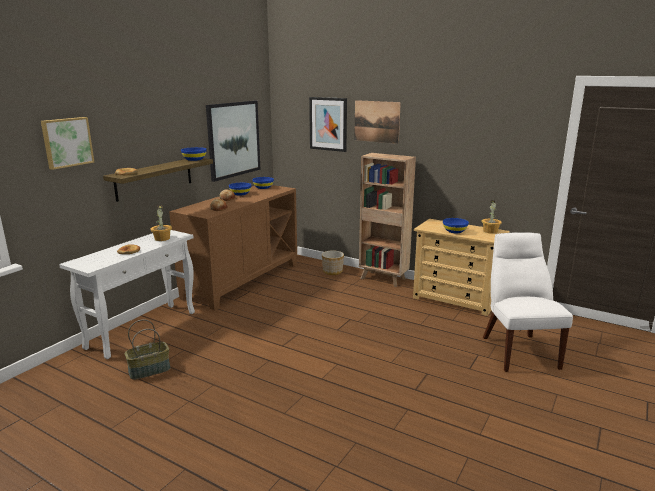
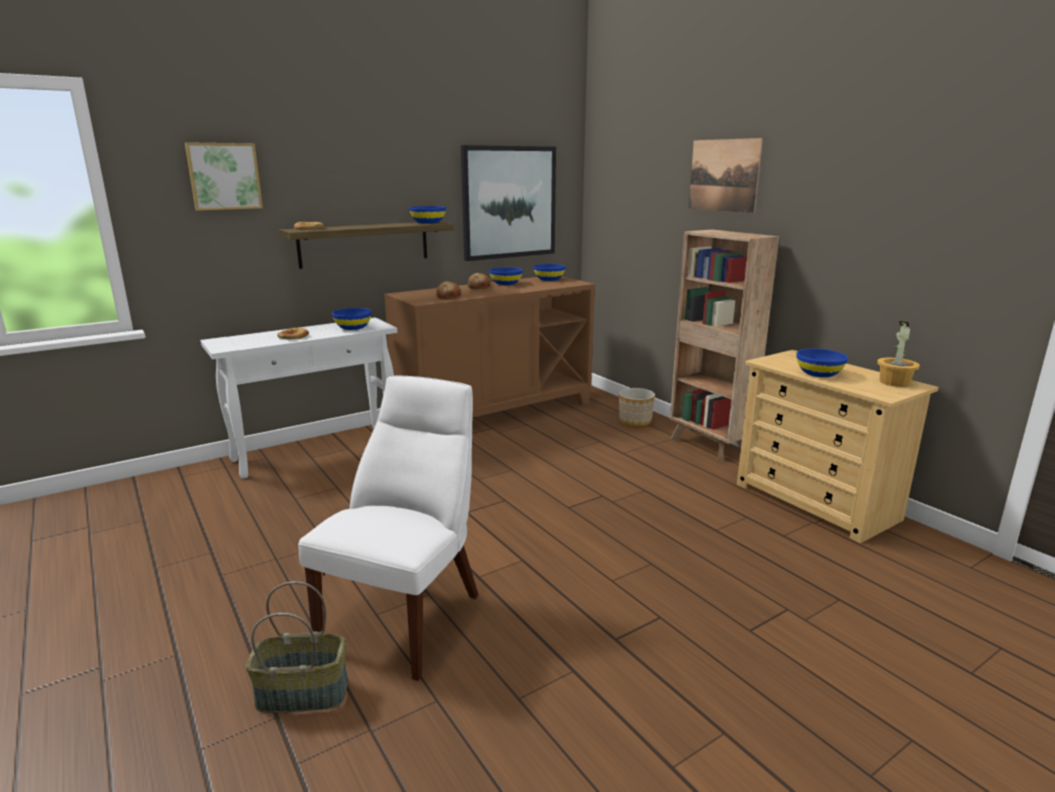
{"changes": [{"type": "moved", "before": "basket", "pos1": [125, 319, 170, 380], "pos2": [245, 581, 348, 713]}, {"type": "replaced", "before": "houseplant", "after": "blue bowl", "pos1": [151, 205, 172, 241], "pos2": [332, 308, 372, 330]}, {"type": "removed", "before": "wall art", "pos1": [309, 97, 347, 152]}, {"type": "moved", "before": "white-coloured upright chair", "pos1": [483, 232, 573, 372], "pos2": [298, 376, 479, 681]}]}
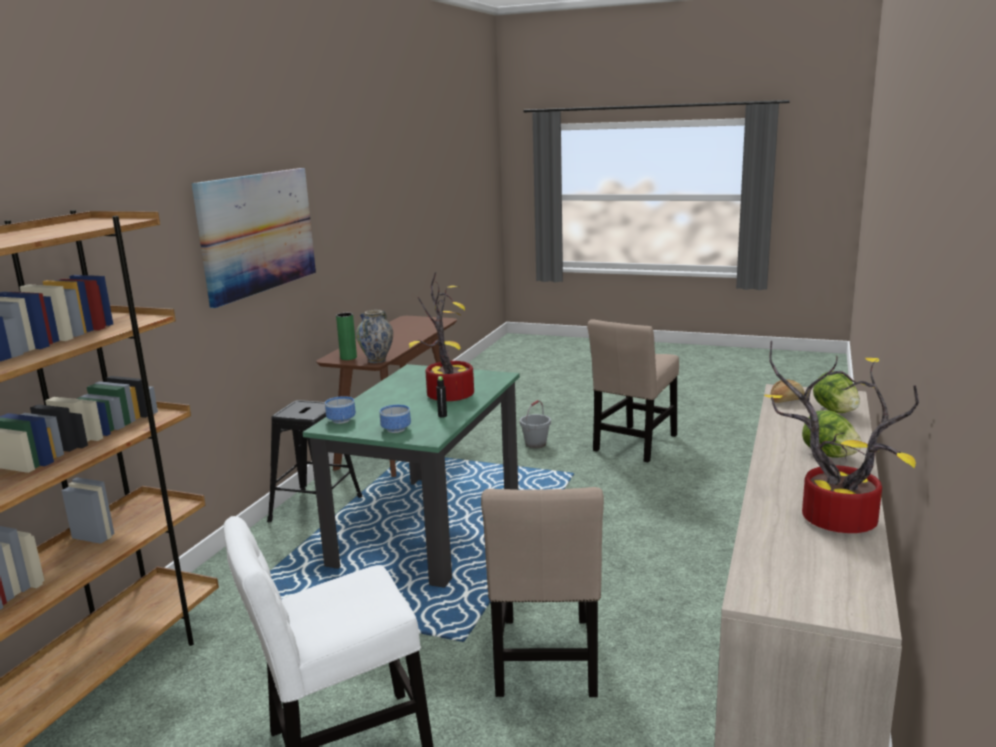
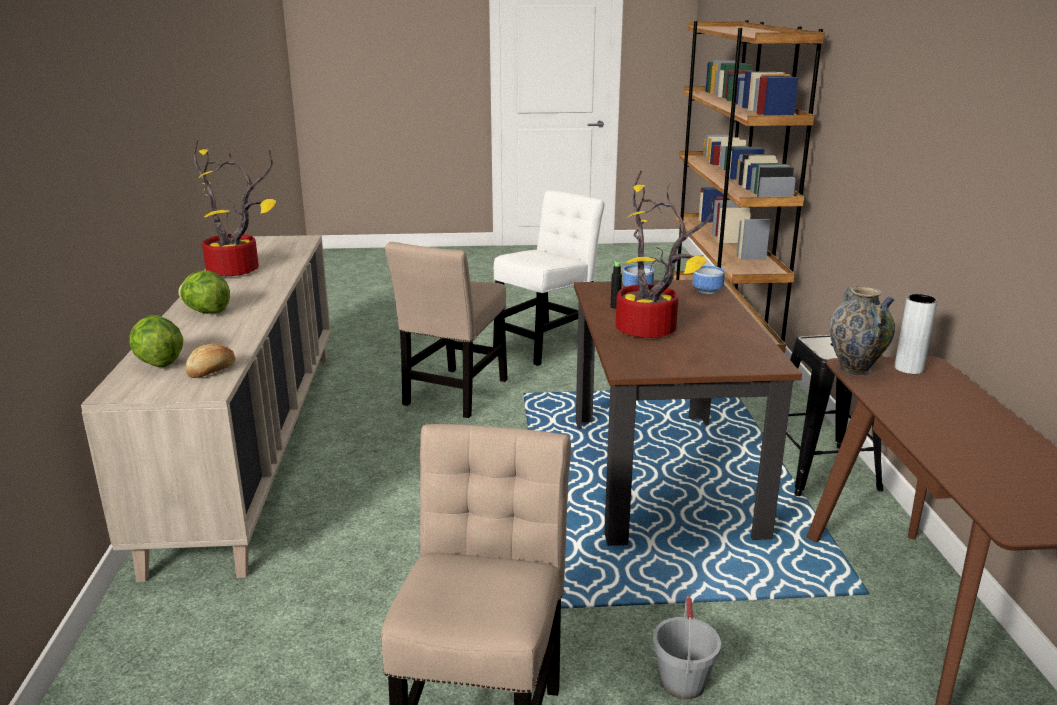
{"changes": [{"type": "removed", "before": "wall art", "pos1": [192, 168, 316, 308]}, {"type": "recoloured", "before": "green dinner table", "after": "brown-coloured dinner table", "pos1": [303, 364, 520, 588], "pos2": [574, 280, 802, 546]}, {"type": "recoloured", "before": "green vase", "after": "greyish vase", "pos1": [336, 313, 357, 360], "pos2": [894, 294, 937, 374]}, {"type": "turned", "before": "beige-coloured upright chair", "pos1": [481, 487, 604, 697], "pos2": [385, 242, 507, 418], "turn": -135}]}
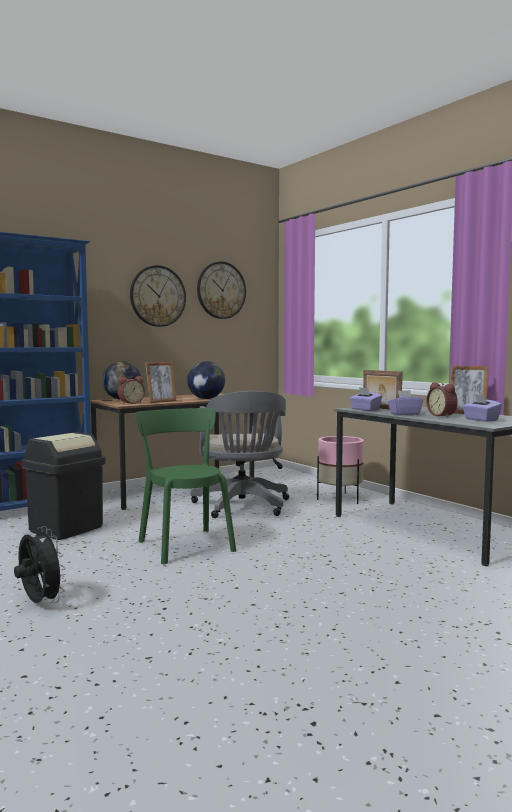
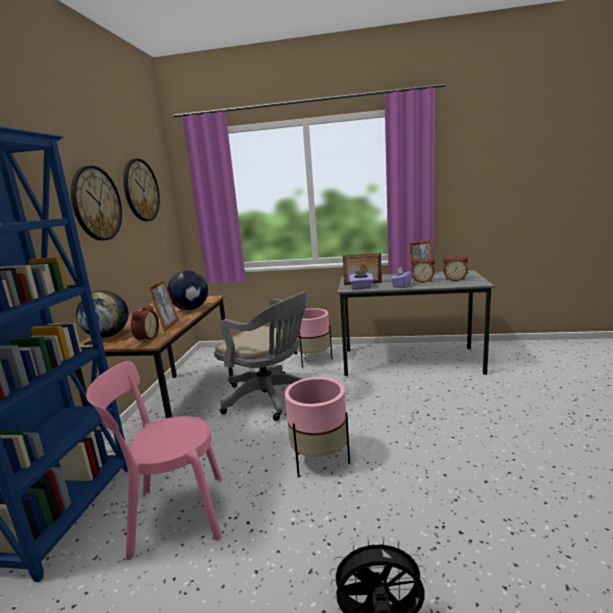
{"changes": [{"type": "replaced", "before": "blackish rubbish bin", "after": "pink upright chair", "pos1": [21, 432, 105, 540], "pos2": [86, 361, 222, 561]}, {"type": "replaced", "before": "green upright chair", "after": "pink planter", "pos1": [135, 408, 236, 564], "pos2": [285, 377, 350, 476]}, {"type": "replaced", "before": "purplish box of tissues", "after": "bedside clock", "pos1": [462, 394, 502, 422], "pos2": [443, 256, 468, 281]}]}
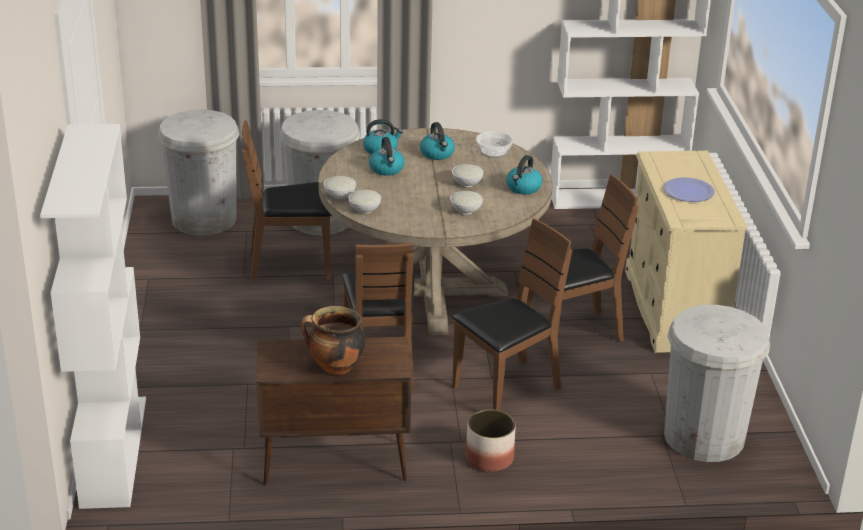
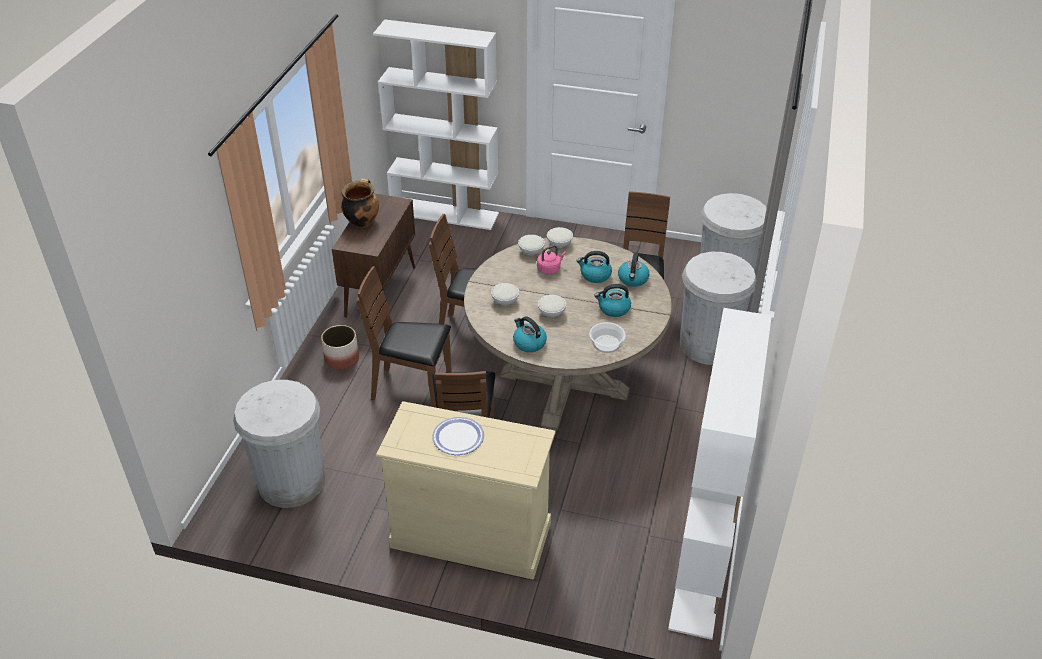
{"changes": [{"type": "turned", "before": "brown-coloured upright chair", "pos1": [452, 219, 572, 411], "pos2": [356, 266, 452, 408], "turn": 120}, {"type": "added", "after": "pink tea kettle", "pos2": [537, 245, 566, 274]}]}
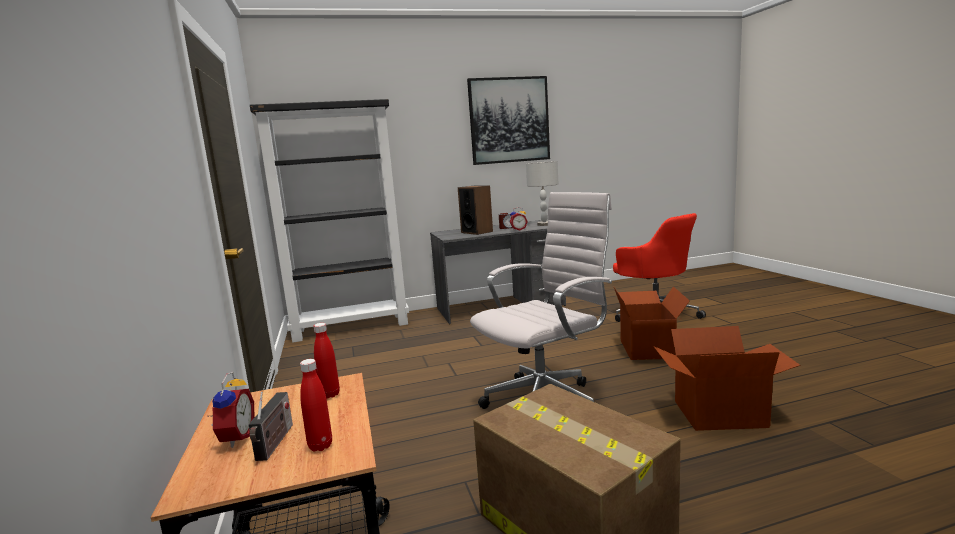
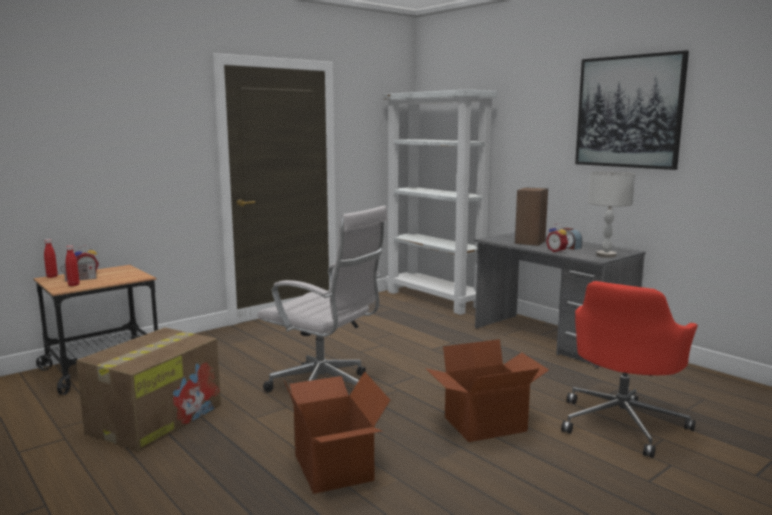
{"changes": [{"type": "recoloured", "before": "blackish bookcase", "after": "white-coloured bookcase", "pos1": [250, 99, 409, 343], "pos2": [384, 89, 497, 315]}, {"type": "moved", "before": "reddish bottle", "pos1": [314, 323, 340, 399], "pos2": [44, 239, 58, 278]}]}
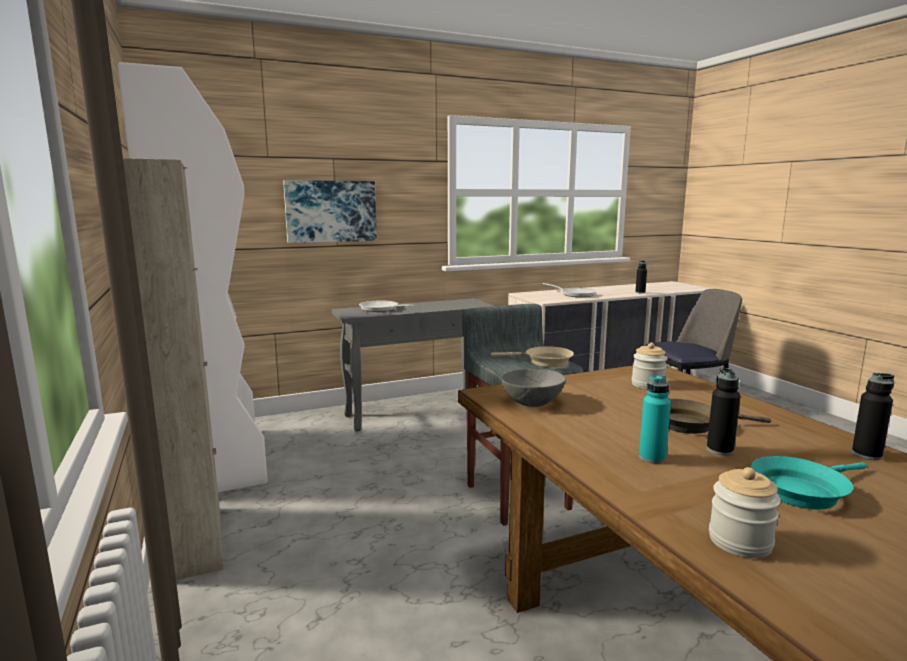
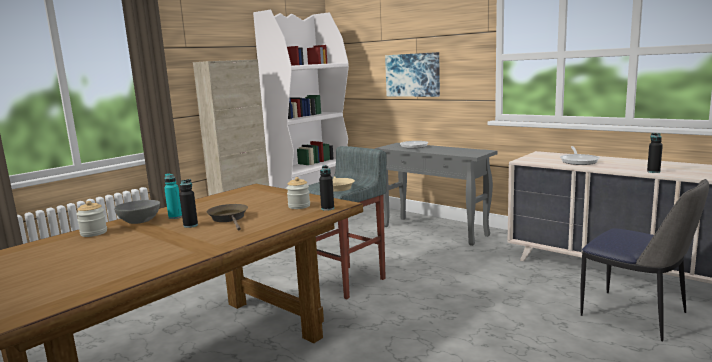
{"changes": [{"type": "moved", "before": "greyish bowl", "pos1": [501, 369, 566, 407], "pos2": [114, 200, 160, 224]}, {"type": "removed", "before": "blue-green frying pan", "pos1": [751, 456, 867, 509]}, {"type": "moved", "before": "blackish bottle", "pos1": [852, 373, 894, 460], "pos2": [319, 165, 334, 211]}]}
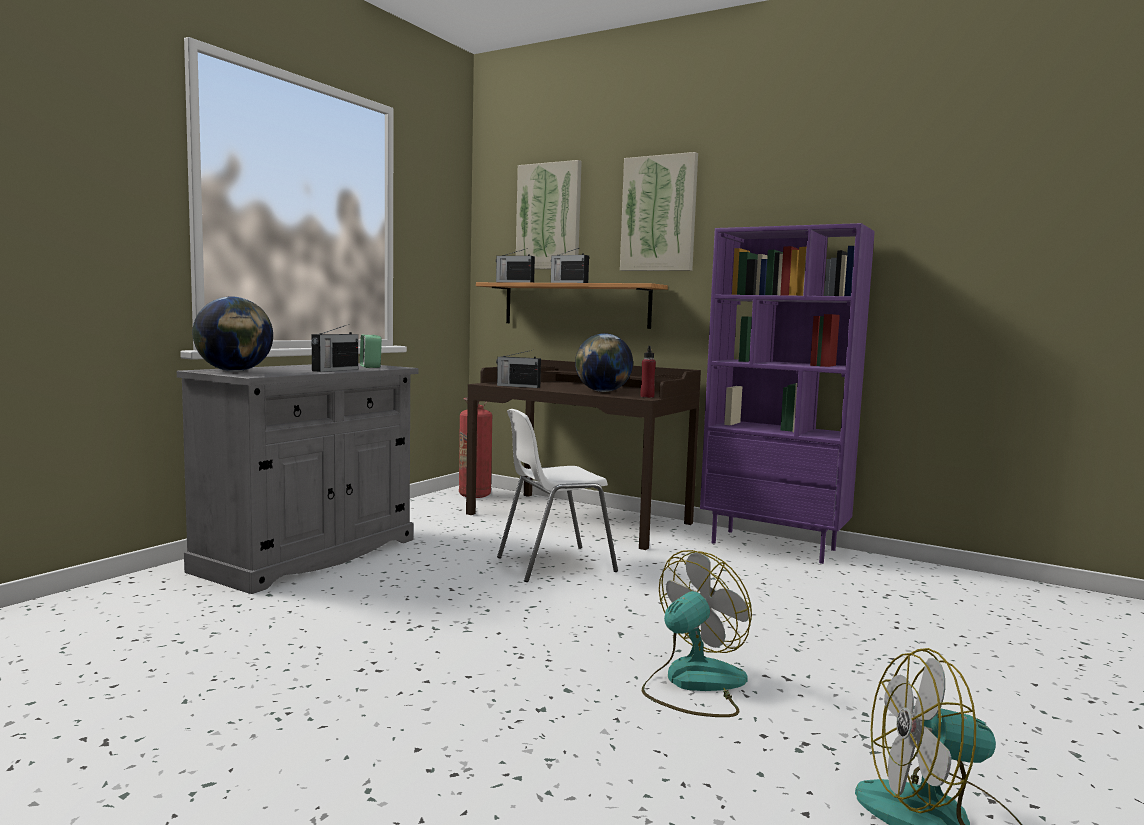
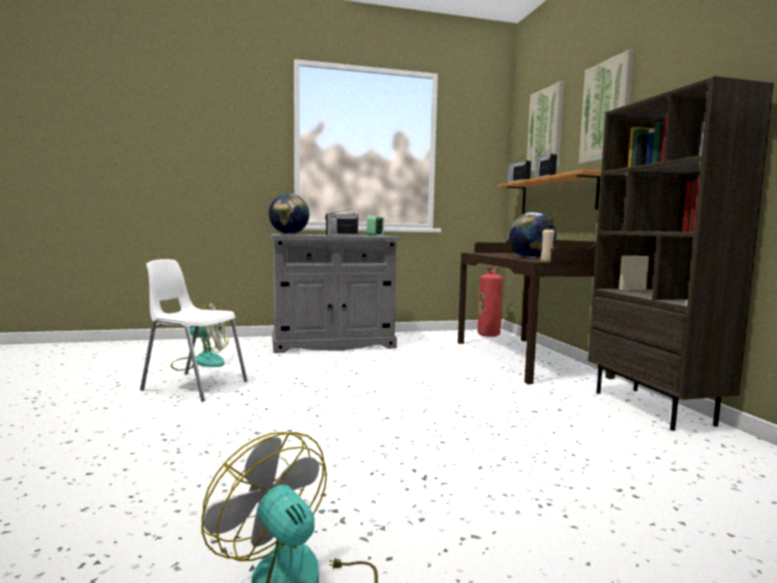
{"changes": [{"type": "removed", "before": "radio receiver", "pos1": [496, 350, 541, 388]}, {"type": "moved", "before": "white-coloured upright chair", "pos1": [497, 409, 618, 582], "pos2": [140, 259, 248, 402]}, {"type": "recoloured", "before": "reddish bottle", "after": "beige-coloured bottle", "pos1": [640, 346, 656, 398], "pos2": [541, 219, 554, 262]}, {"type": "moved", "before": "electric fan", "pos1": [642, 550, 752, 717], "pos2": [171, 301, 229, 371]}, {"type": "recoloured", "before": "purplish bookcase", "after": "brown-coloured bookcase", "pos1": [700, 223, 875, 564], "pos2": [588, 76, 774, 431]}]}
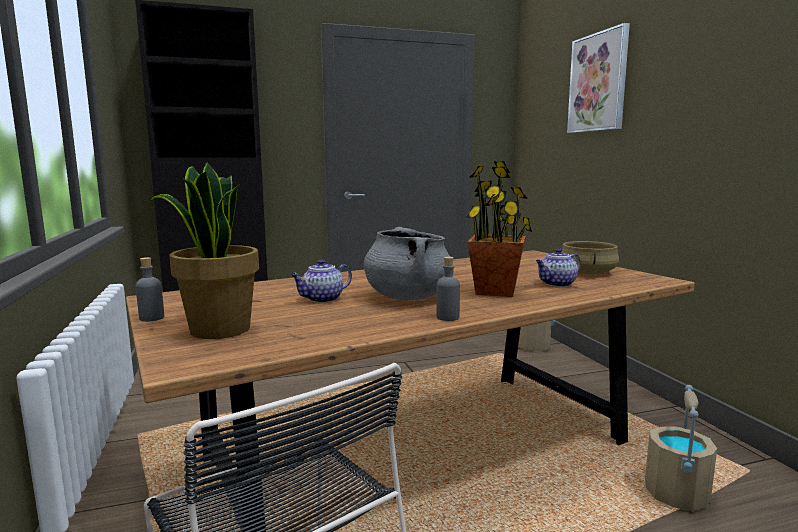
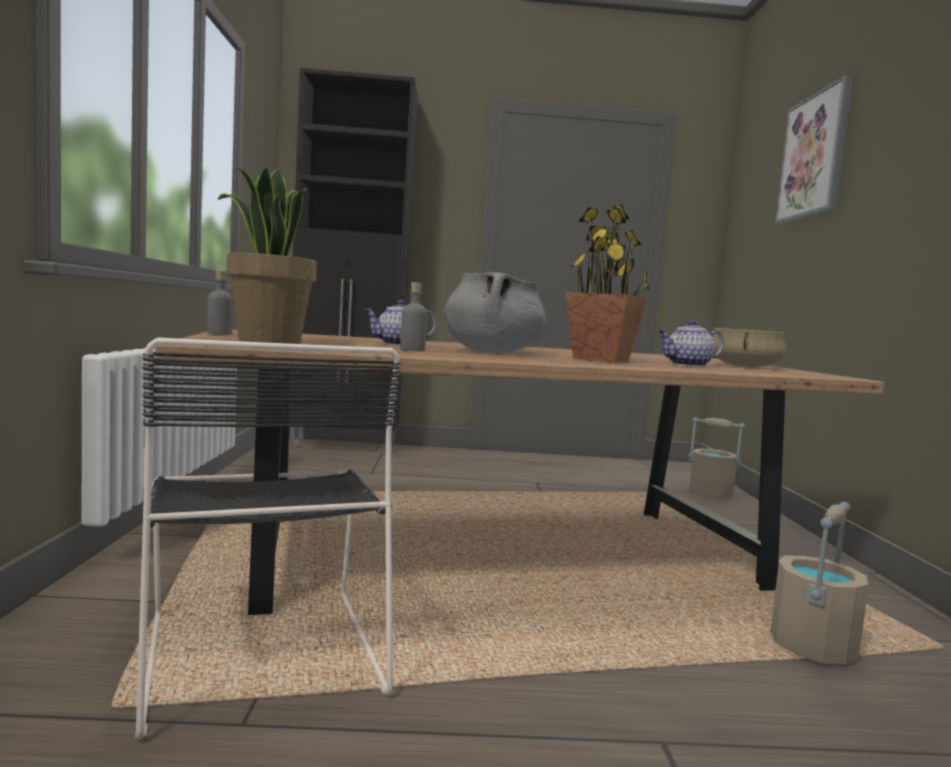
{"changes": [{"type": "moved", "before": "greyish bottle", "pos1": [436, 256, 460, 321], "pos2": [400, 282, 427, 351]}]}
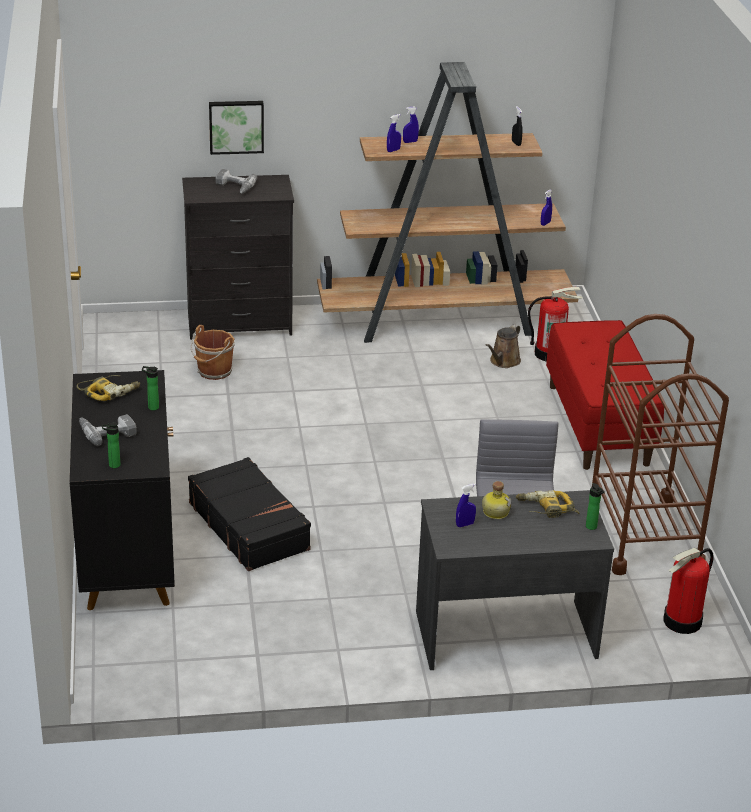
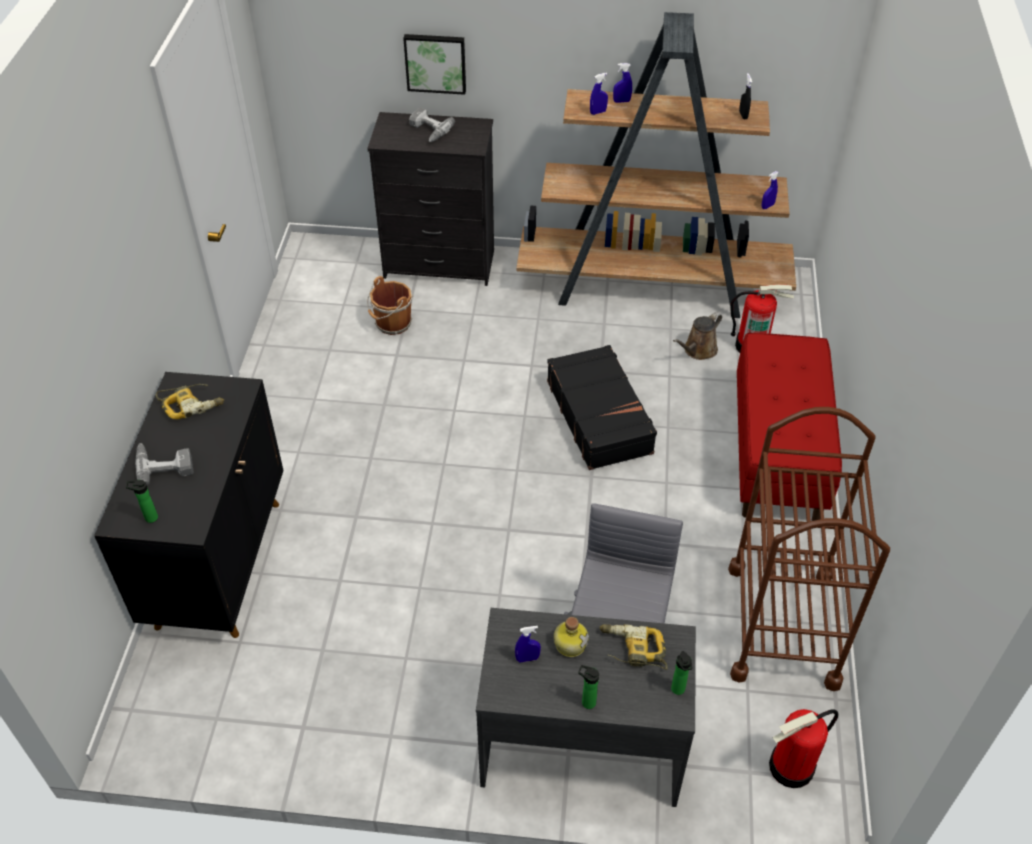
{"changes": [{"type": "moved", "before": "bottle", "pos1": [142, 366, 159, 411], "pos2": [578, 665, 600, 709]}, {"type": "moved", "before": "blackish suitcase", "pos1": [188, 457, 311, 571], "pos2": [547, 345, 657, 470]}]}
